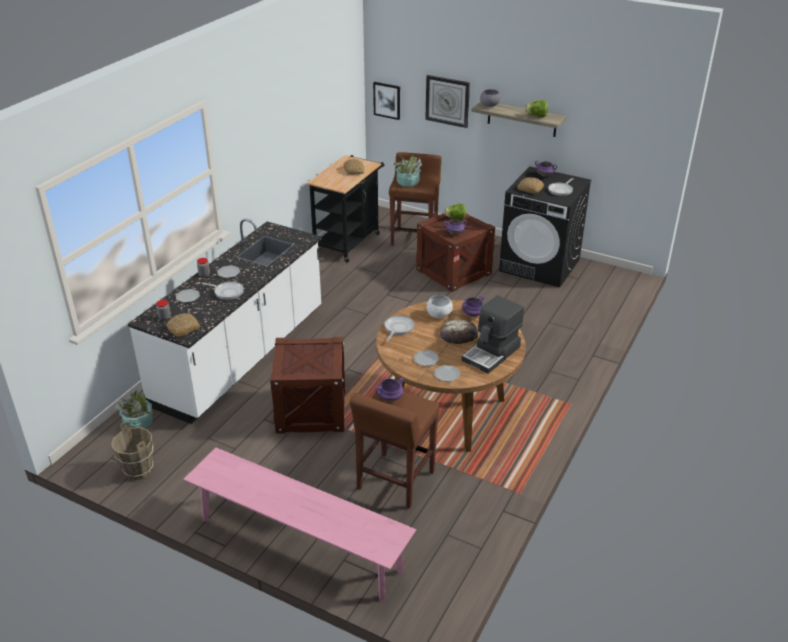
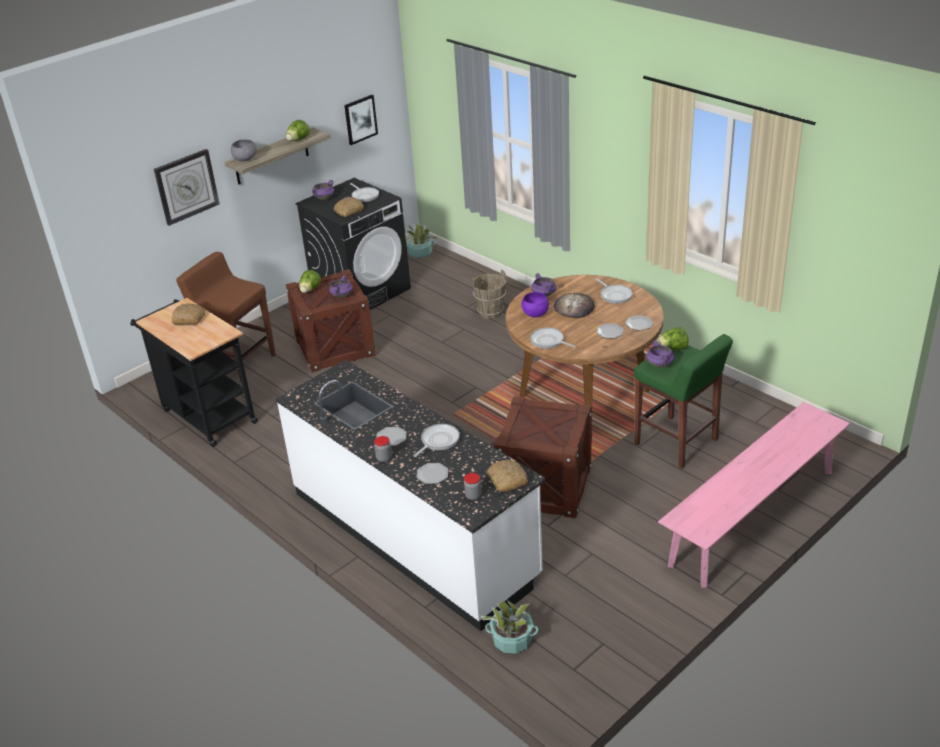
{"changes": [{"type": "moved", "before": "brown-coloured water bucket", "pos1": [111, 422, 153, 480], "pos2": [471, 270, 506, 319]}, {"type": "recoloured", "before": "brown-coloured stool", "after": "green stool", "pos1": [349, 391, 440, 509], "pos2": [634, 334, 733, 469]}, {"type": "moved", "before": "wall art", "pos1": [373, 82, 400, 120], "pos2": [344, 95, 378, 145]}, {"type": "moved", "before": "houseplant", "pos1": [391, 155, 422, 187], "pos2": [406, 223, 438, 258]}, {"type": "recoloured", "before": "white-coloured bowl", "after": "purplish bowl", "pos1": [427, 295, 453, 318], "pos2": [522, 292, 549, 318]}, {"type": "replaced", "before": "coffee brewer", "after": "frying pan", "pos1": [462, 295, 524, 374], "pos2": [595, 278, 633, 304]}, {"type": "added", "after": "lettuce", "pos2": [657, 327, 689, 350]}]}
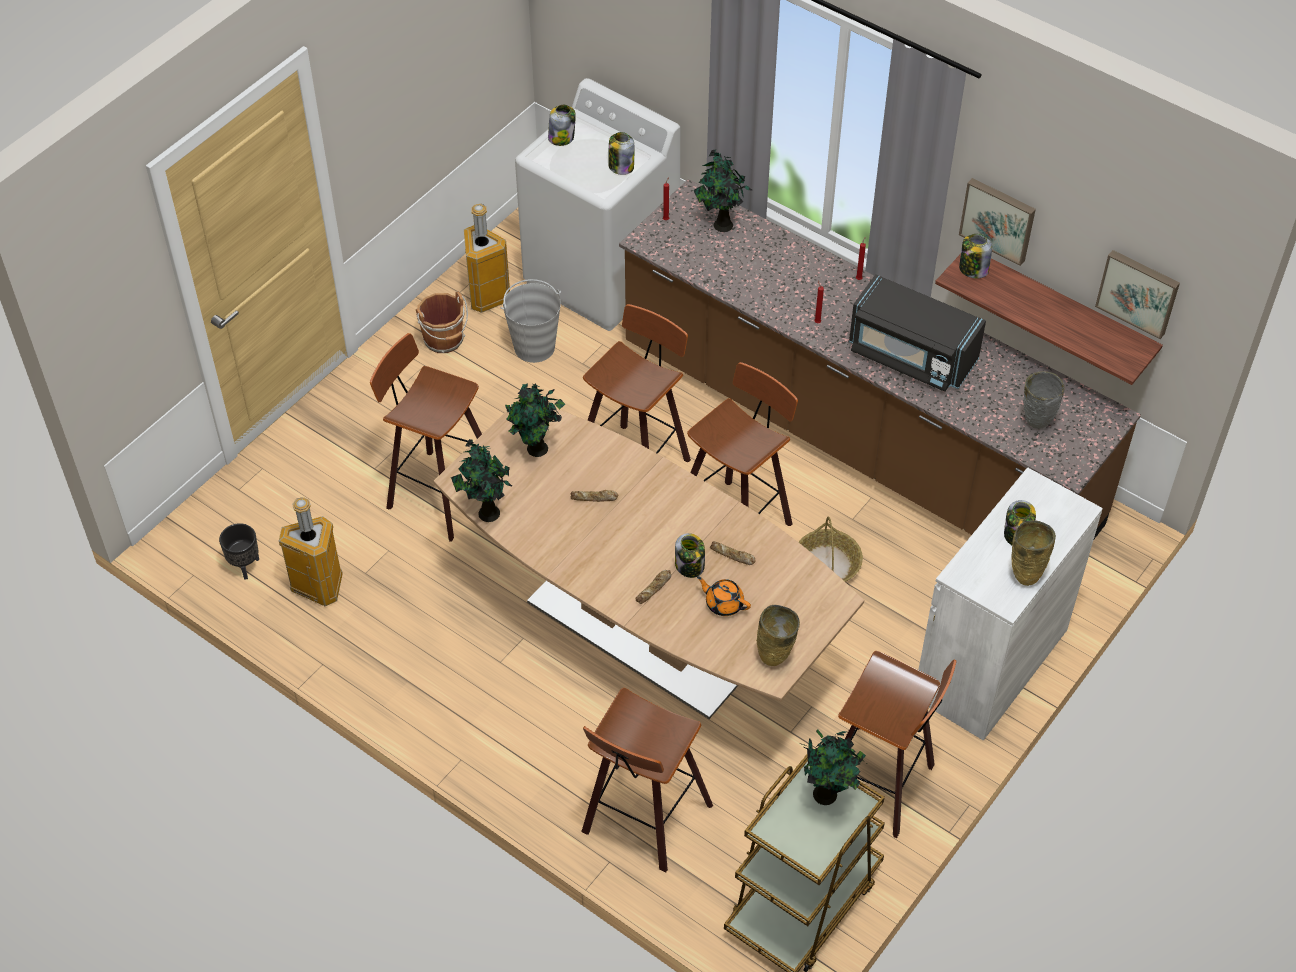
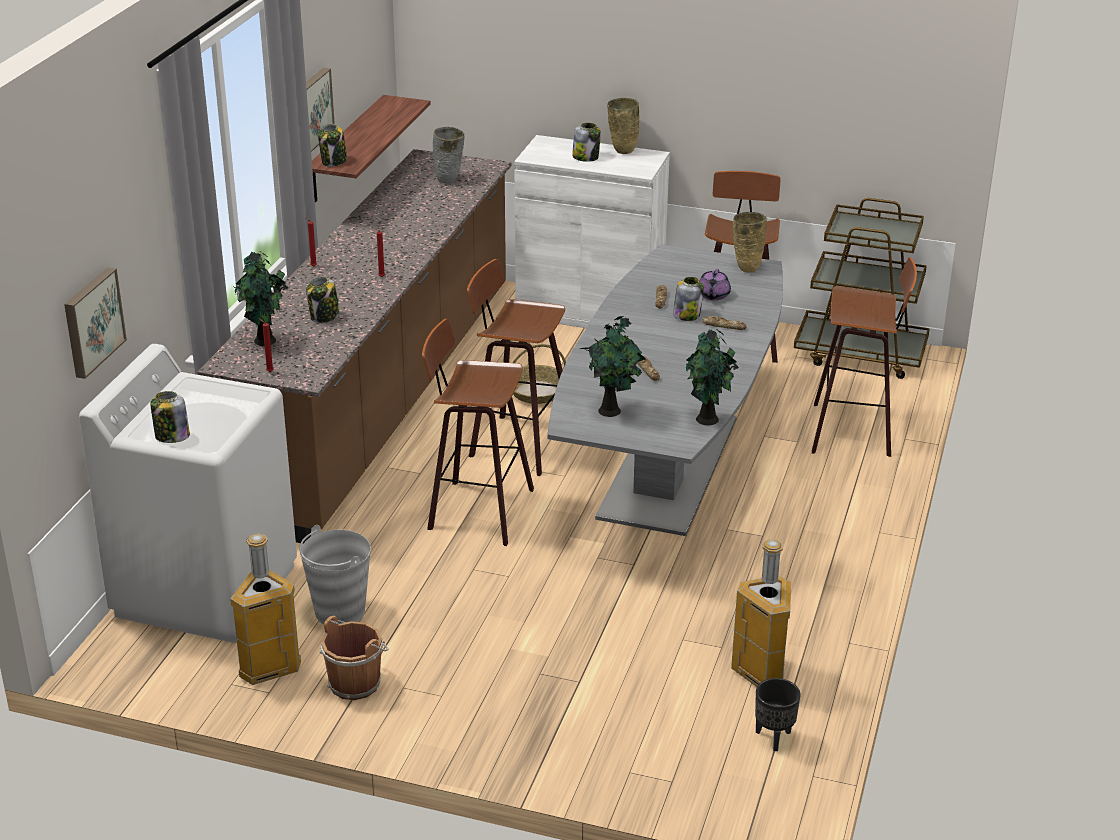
{"changes": [{"type": "removed", "before": "stool", "pos1": [370, 333, 482, 542]}, {"type": "recoloured", "before": "brown-coloured dinner table", "after": "greyish dinner table", "pos1": [434, 400, 864, 719], "pos2": [547, 244, 783, 536]}, {"type": "moved", "before": "preserve jar", "pos1": [608, 132, 634, 175], "pos2": [306, 277, 340, 323]}, {"type": "recoloured", "before": "orangey tea pot", "after": "purplish tea pot", "pos1": [697, 576, 751, 616], "pos2": [700, 269, 731, 300]}, {"type": "removed", "before": "houseplant", "pos1": [799, 729, 866, 805]}, {"type": "removed", "before": "blackish kitchen microwave", "pos1": [849, 274, 986, 392]}, {"type": "moved", "before": "wall art", "pos1": [1095, 250, 1180, 339], "pos2": [64, 267, 127, 379]}]}
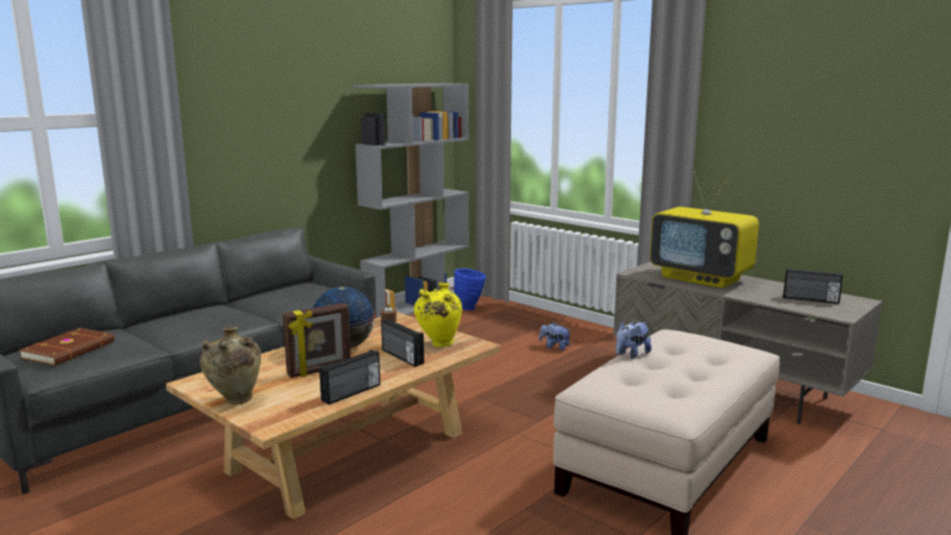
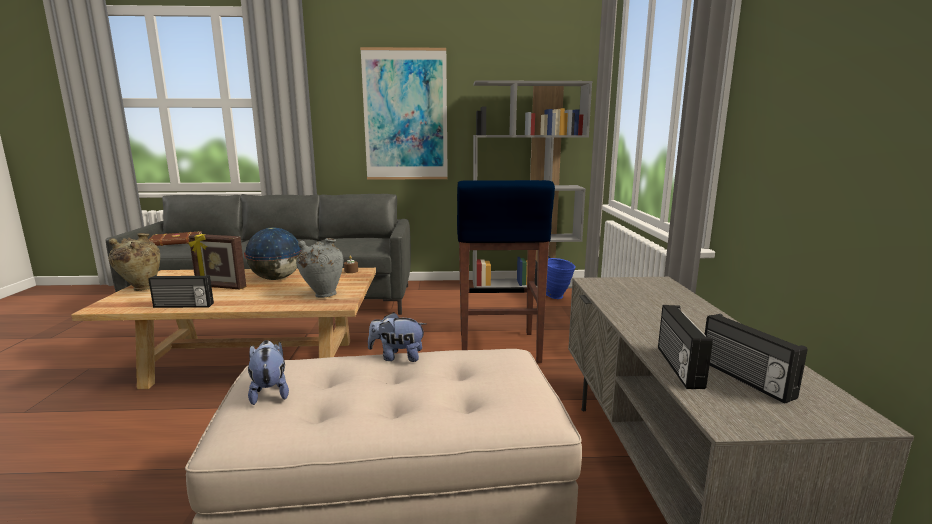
{"changes": [{"type": "moved", "before": "radio receiver", "pos1": [381, 319, 424, 367], "pos2": [658, 305, 713, 389]}, {"type": "recoloured", "before": "yellowish vase", "after": "greyish vase", "pos1": [414, 283, 462, 347], "pos2": [296, 238, 344, 298]}, {"type": "moved", "before": "cuddly toy", "pos1": [539, 322, 572, 350], "pos2": [248, 340, 289, 405]}, {"type": "removed", "before": "television", "pos1": [650, 172, 759, 288]}, {"type": "added", "after": "wall art", "pos2": [360, 47, 448, 180]}, {"type": "added", "after": "blue stool", "pos2": [457, 180, 555, 363]}]}
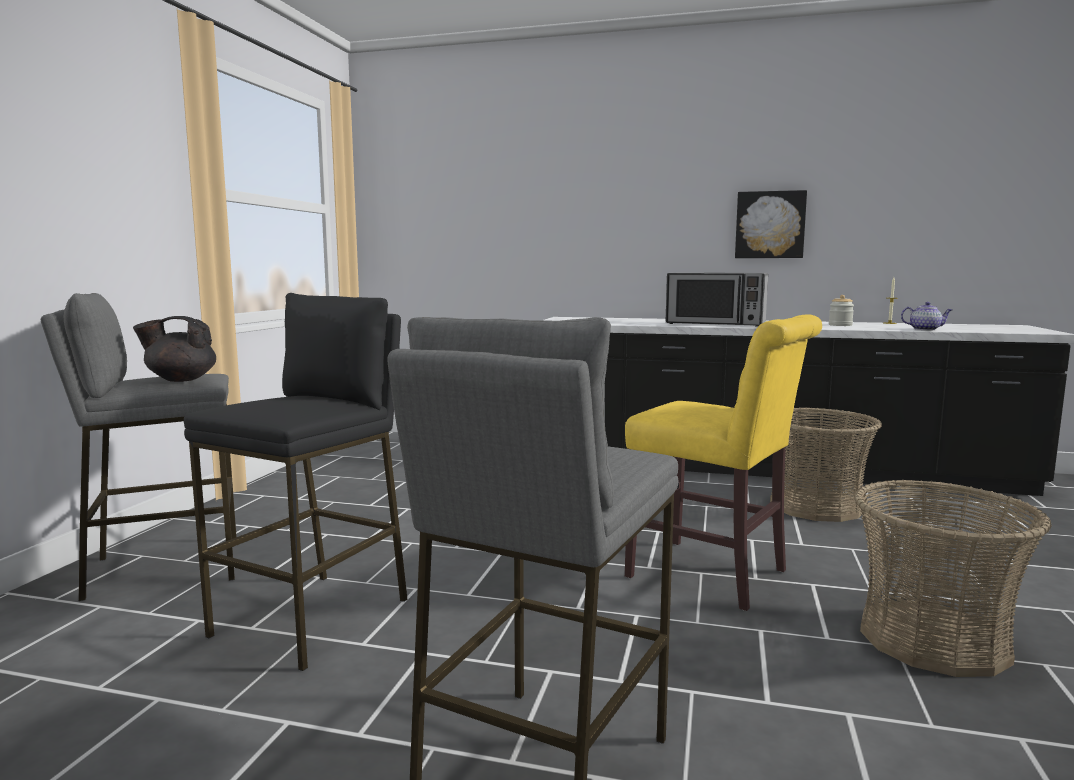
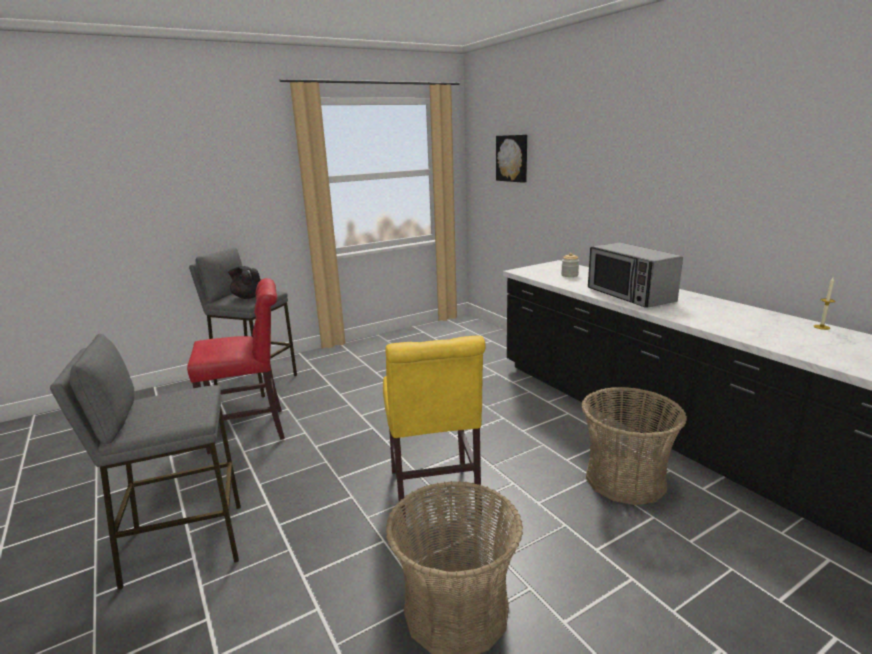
{"changes": [{"type": "replaced", "before": "blackish stool", "after": "reddish upright chair", "pos1": [184, 293, 408, 671], "pos2": [187, 278, 285, 454]}, {"type": "moved", "before": "wall art", "pos1": [735, 190, 807, 258], "pos2": [496, 135, 527, 183]}, {"type": "moved", "before": "preserve jar", "pos1": [829, 295, 854, 326], "pos2": [561, 253, 579, 277]}, {"type": "removed", "before": "tea pot", "pos1": [901, 302, 952, 330]}]}
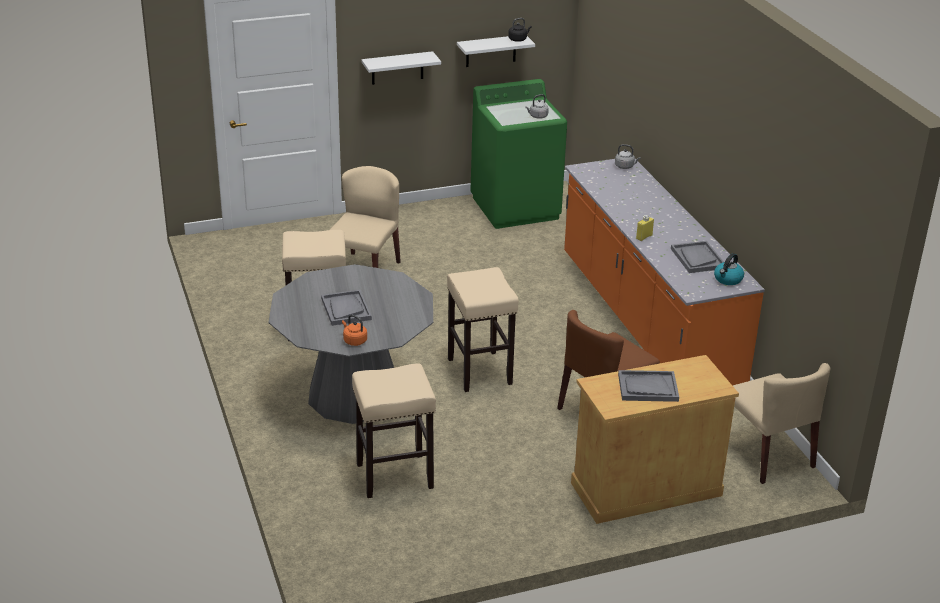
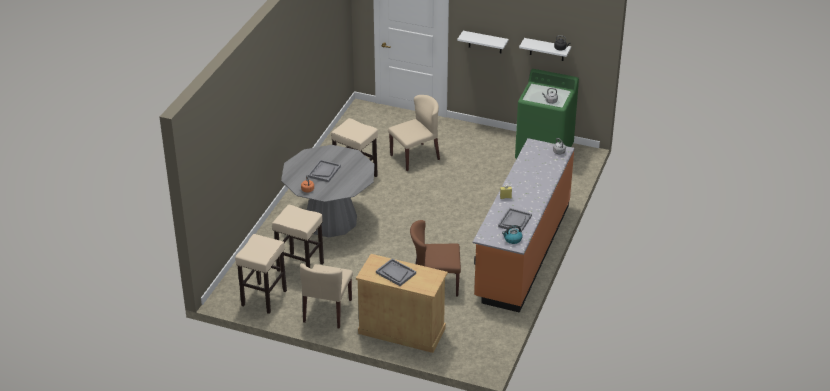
{"changes": [{"type": "moved", "before": "beige-coloured stool", "pos1": [447, 267, 519, 392], "pos2": [235, 234, 287, 314]}, {"type": "moved", "before": "beige-coloured upright chair", "pos1": [733, 363, 830, 484], "pos2": [300, 263, 353, 329]}]}
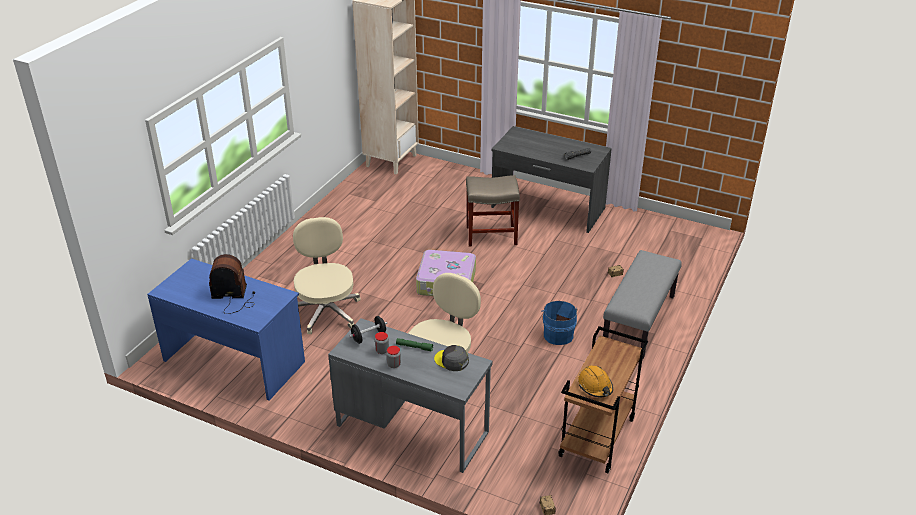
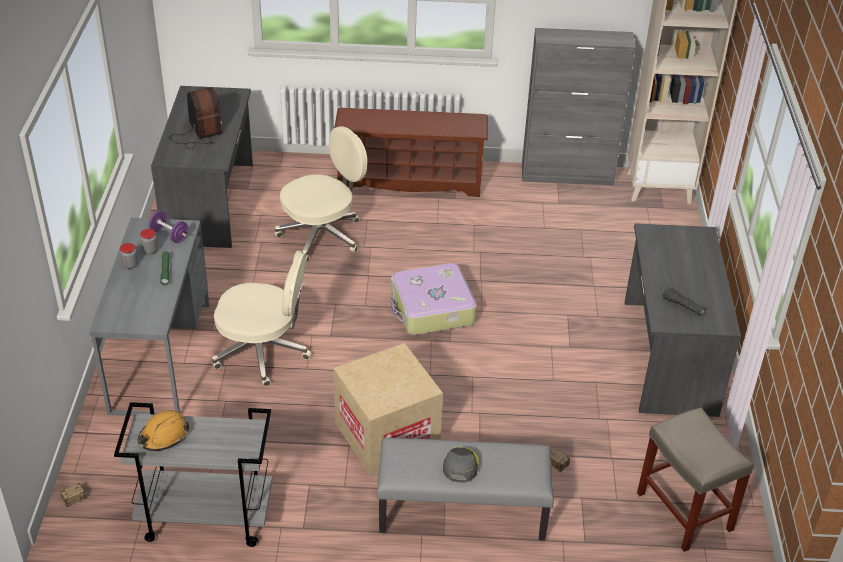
{"changes": [{"type": "recoloured", "before": "blue desk", "after": "greyish desk", "pos1": [147, 258, 305, 401], "pos2": [151, 86, 253, 248]}, {"type": "recoloured", "before": "blackish free weight", "after": "purplish free weight", "pos1": [349, 316, 388, 344], "pos2": [149, 210, 188, 243]}, {"type": "moved", "before": "greyish peaked cap", "pos1": [434, 345, 469, 371], "pos2": [443, 447, 479, 482]}, {"type": "moved", "before": "beige-coloured stool", "pos1": [466, 175, 520, 247], "pos2": [637, 407, 753, 552]}, {"type": "replaced", "before": "blue water bucket", "after": "carton", "pos1": [541, 301, 577, 345], "pos2": [334, 343, 443, 476]}, {"type": "recoloured", "before": "brown-coloured wheeled cart", "after": "greyish wheeled cart", "pos1": [558, 326, 648, 474], "pos2": [114, 402, 273, 547]}, {"type": "added", "after": "brown-coloured shoe rack", "pos2": [334, 108, 488, 197]}, {"type": "added", "after": "greyish cabinet", "pos2": [522, 28, 636, 186]}]}
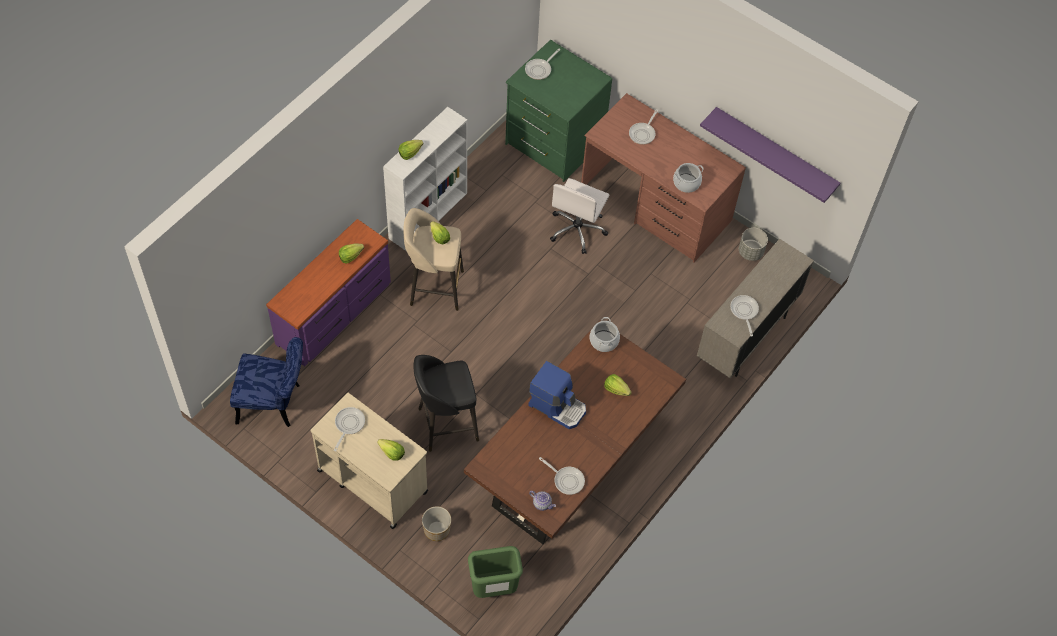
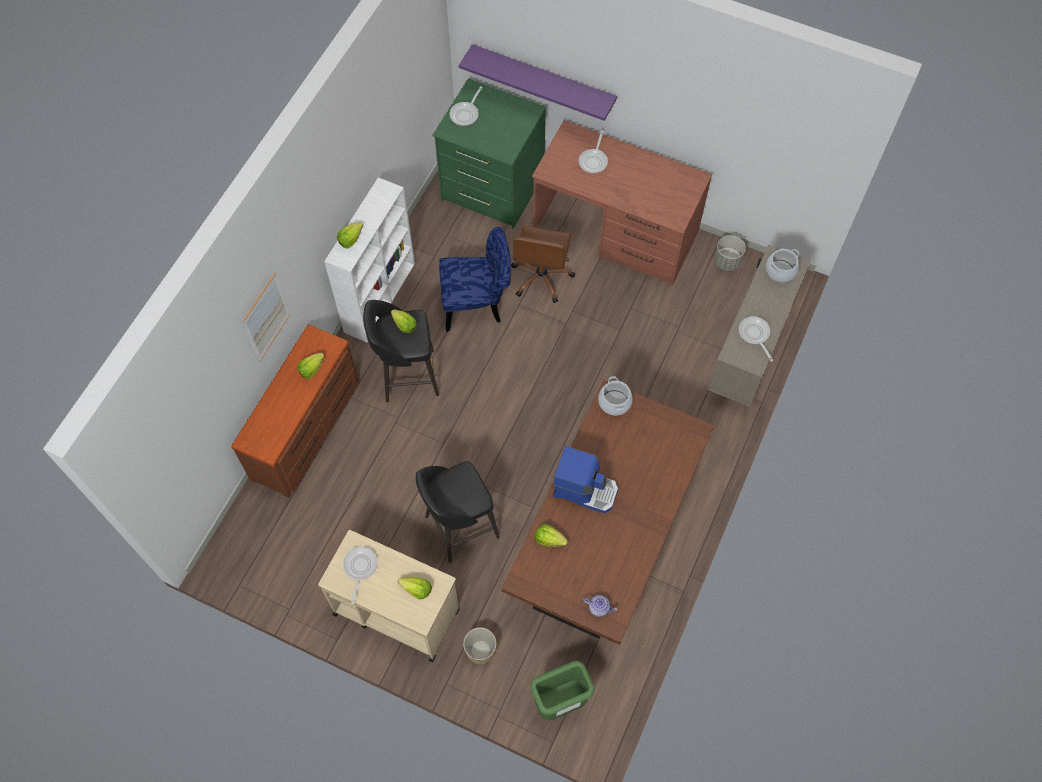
{"changes": [{"type": "moved", "before": "blue upright chair", "pos1": [230, 337, 303, 427], "pos2": [439, 227, 511, 332]}, {"type": "recoloured", "before": "purplish dresser", "after": "brown-coloured dresser", "pos1": [266, 219, 391, 366], "pos2": [231, 324, 359, 498]}, {"type": "recoloured", "before": "beige-coloured stool", "after": "blackish stool", "pos1": [404, 208, 464, 311], "pos2": [363, 300, 439, 402]}, {"type": "removed", "before": "frying pan", "pos1": [539, 457, 585, 495]}, {"type": "recoloured", "before": "white-coloured computer chair", "after": "brown-coloured computer chair", "pos1": [550, 178, 610, 254], "pos2": [511, 226, 575, 303]}, {"type": "moved", "before": "lettuce", "pos1": [604, 374, 632, 396], "pos2": [535, 524, 568, 547]}, {"type": "moved", "before": "cooking pot", "pos1": [673, 163, 704, 193], "pos2": [766, 249, 799, 282]}, {"type": "moved", "before": "purplish shelf", "pos1": [700, 107, 840, 203], "pos2": [459, 44, 617, 121]}, {"type": "added", "after": "wall art", "pos2": [242, 272, 290, 361]}]}
